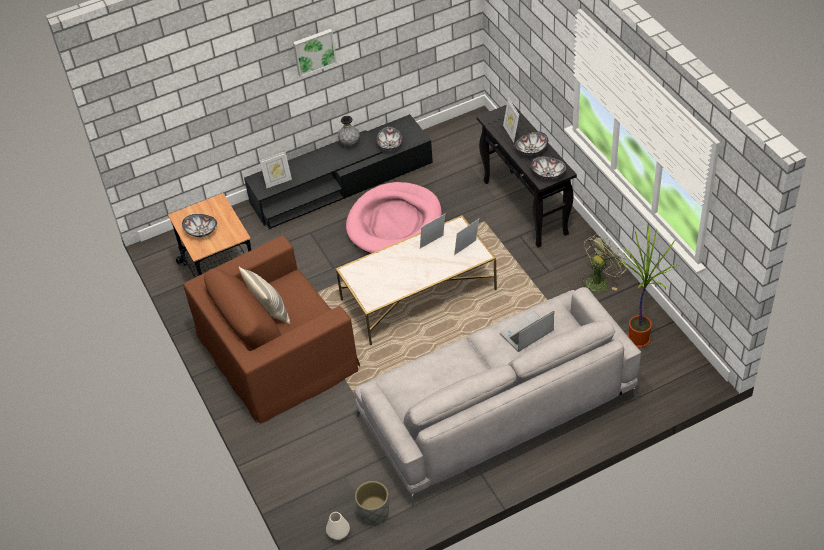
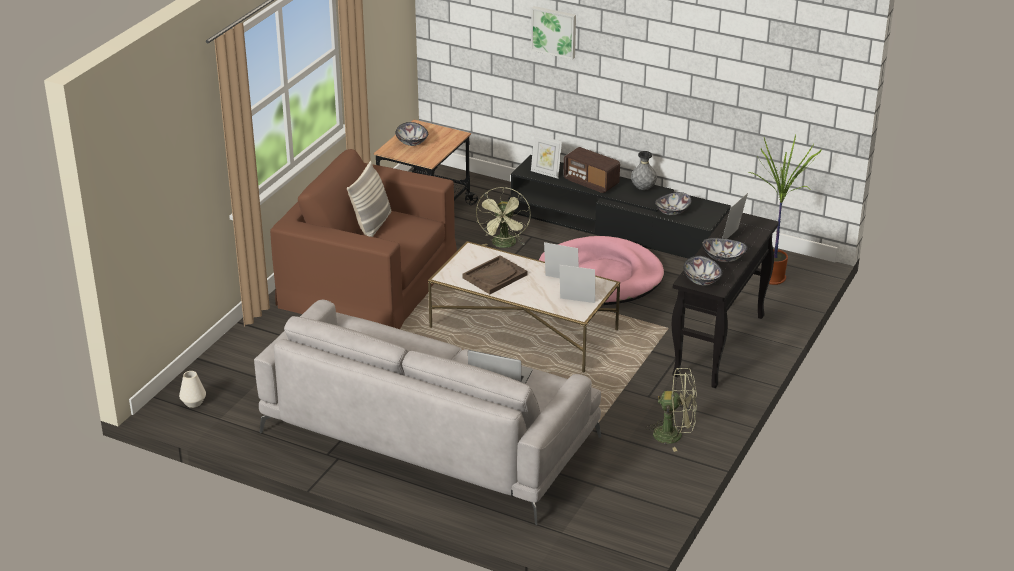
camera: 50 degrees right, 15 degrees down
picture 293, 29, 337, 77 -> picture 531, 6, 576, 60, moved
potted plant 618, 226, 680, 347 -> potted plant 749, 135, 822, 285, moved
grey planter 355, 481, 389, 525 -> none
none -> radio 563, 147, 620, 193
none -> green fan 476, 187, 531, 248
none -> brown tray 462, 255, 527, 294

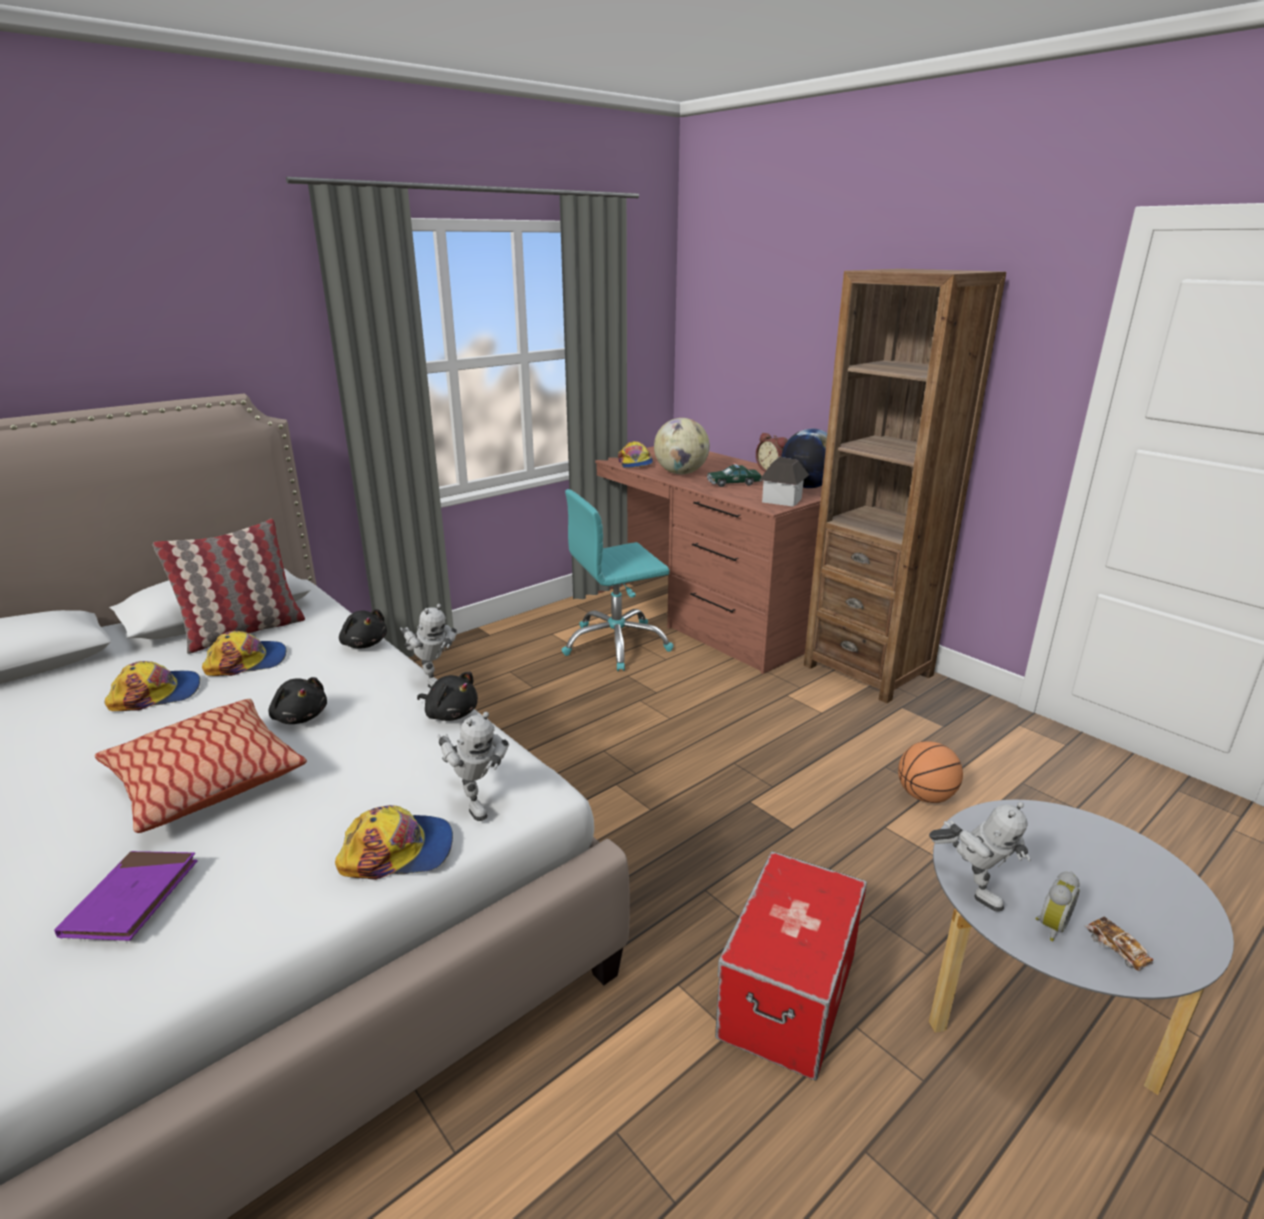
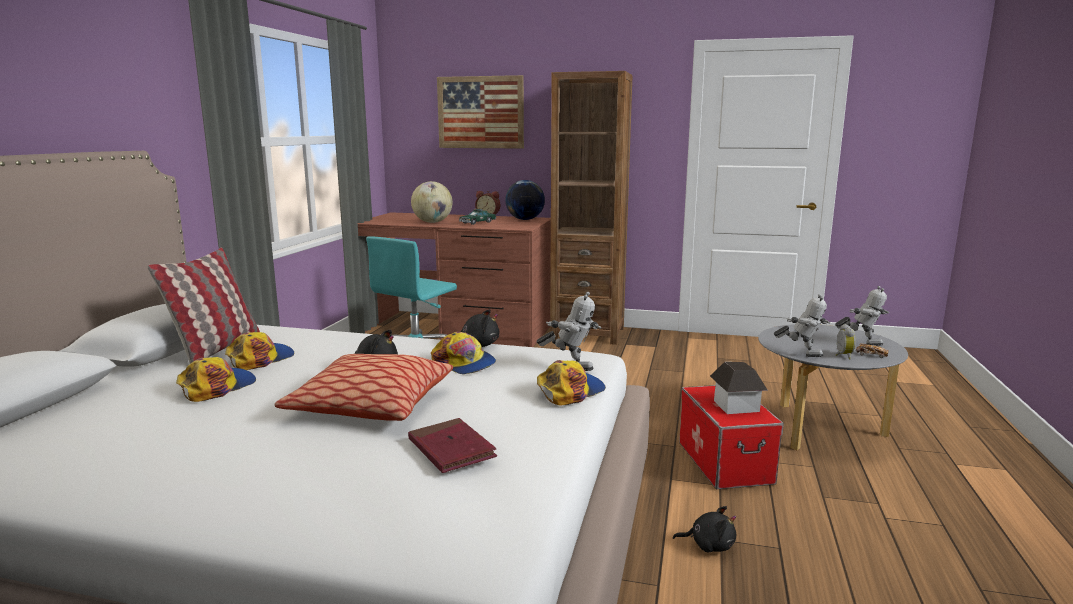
camera: 35 degrees left, 10 degrees down
cap 618, 441, 653, 468 -> cap 431, 332, 496, 374, moved
toy house 759, 457, 809, 507 -> toy house 710, 362, 768, 414, moved
toy robot 400, 604, 457, 689 -> toy robot 835, 286, 889, 346, moved
black plush toy 339, 609, 387, 648 -> black plush toy 673, 506, 736, 552, moved
basketball 898, 741, 963, 803 -> none
purple book 54, 851, 198, 941 -> red book 408, 418, 497, 473
none -> picture 437, 75, 524, 149

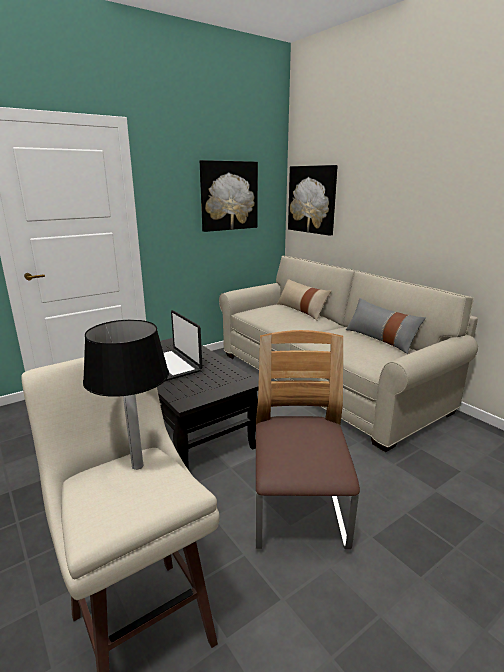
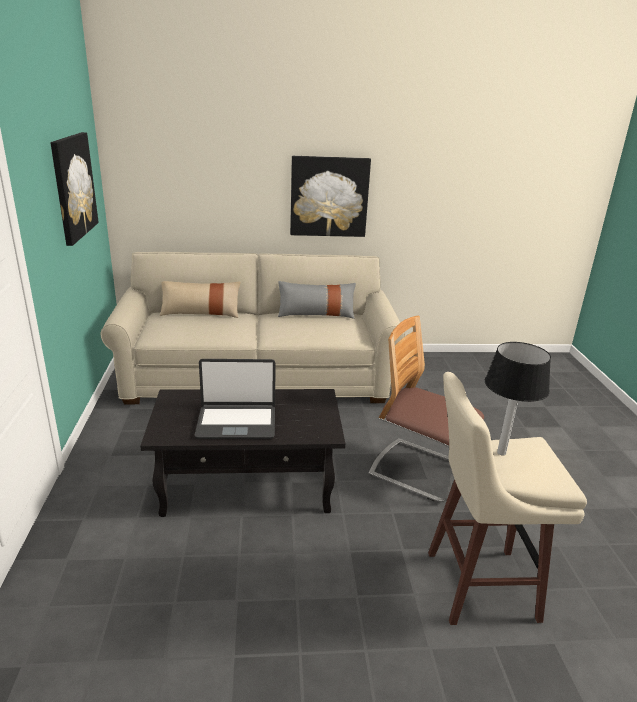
camera: 60 degrees left, 5 degrees up
picture 288, 165, 338, 236 -> picture 290, 156, 371, 237, moved

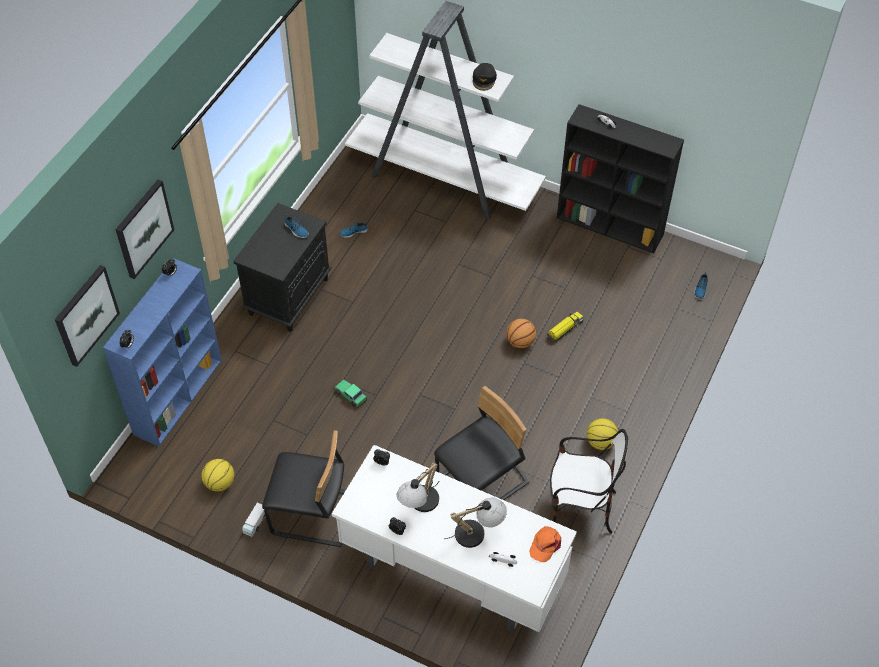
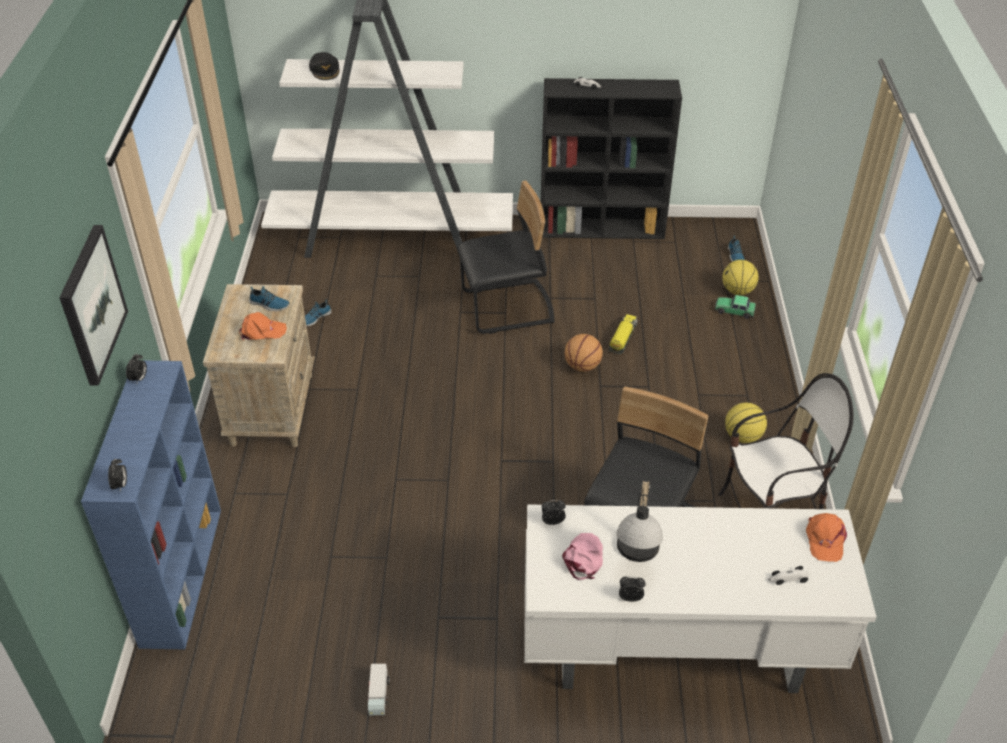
camera: 25 degrees left, 10 degrees down
black cap 473, 63, 497, 91 -> black cap 309, 52, 340, 80, moved
black nightstand 233, 203, 332, 332 -> beige nightstand 203, 284, 315, 448
picture 55, 265, 120, 367 -> none
toy car 334, 380, 367, 408 -> toy car 714, 295, 756, 319, moved
black chair 262, 430, 346, 547 -> black chair 457, 181, 555, 334, moved
basketball 201, 459, 234, 492 -> basketball 722, 260, 759, 295, moved
table lamp 444, 498, 507, 548 -> none
none -> orange cap 239, 312, 287, 340
none -> pink cap 562, 533, 603, 580

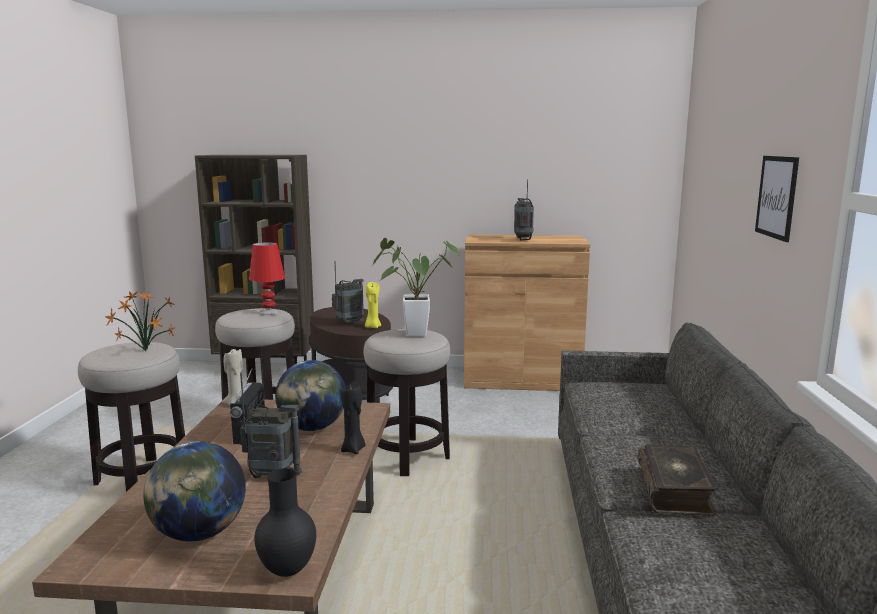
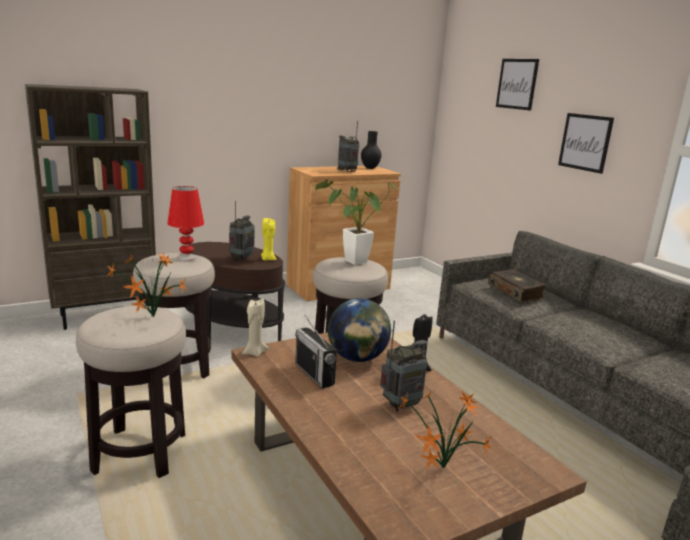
camera: 35 degrees left, 5 degrees up
globe 143, 441, 246, 542 -> potted plant 398, 391, 492, 468
book 638, 445, 717, 516 -> book 488, 269, 547, 303, moved
black vase 254, 468, 316, 577 -> black vase 361, 131, 381, 169, moved
none -> picture 496, 59, 539, 111

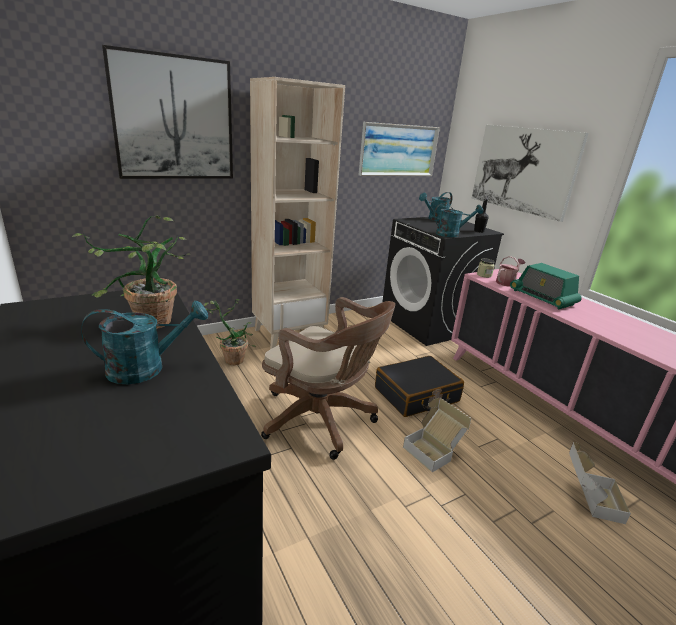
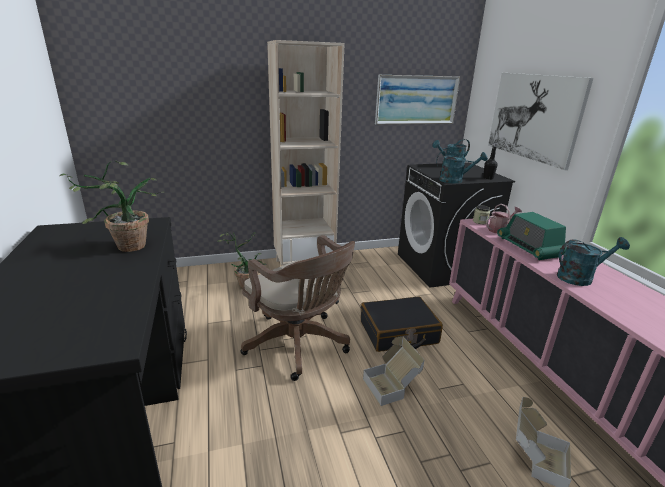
camera: 15 degrees right, 0 degrees up
picture 102, 45, 233, 179 -> none
turquoise watering can 81, 301, 208, 384 -> turquoise watering can 557, 237, 630, 286, moved

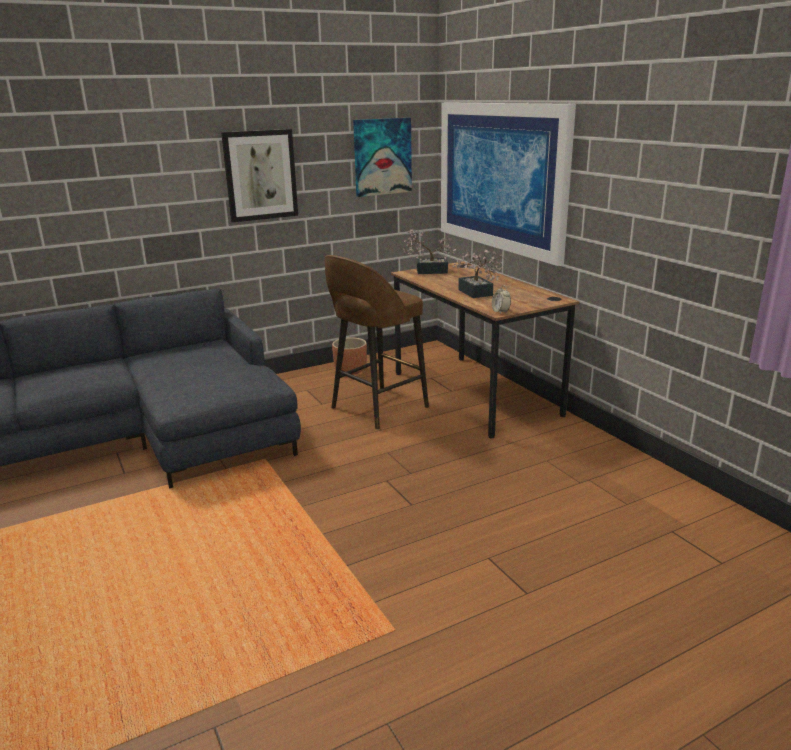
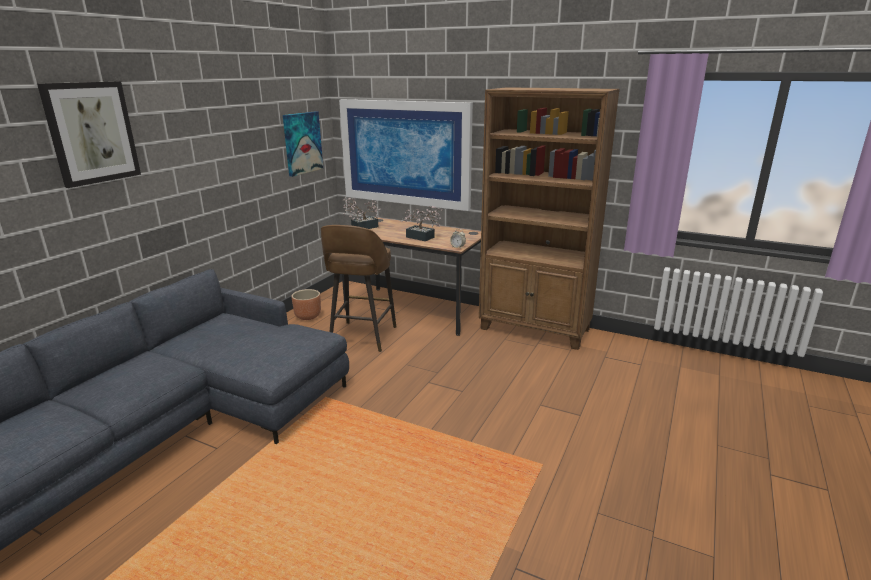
camera: 35 degrees left, 0 degrees up
picture 221, 129, 298, 222 -> picture 37, 81, 141, 188, moved
none -> brown bookcase 479, 87, 620, 350

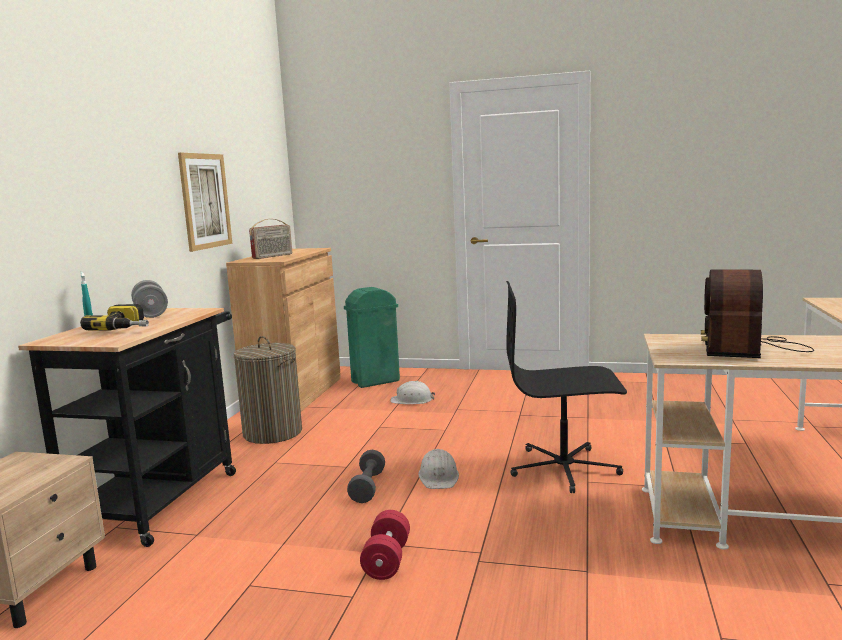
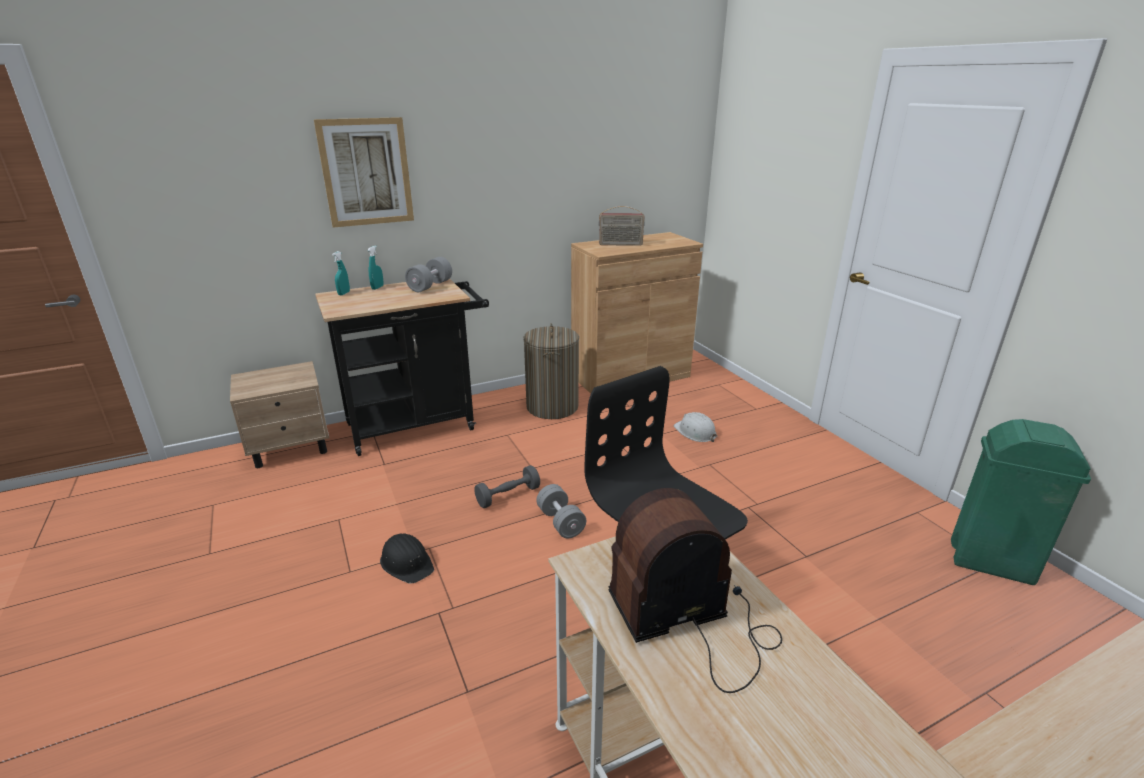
camera: 50 degrees right, 15 degrees up
picture 178, 153, 233, 252 -> picture 314, 117, 414, 228, moved
green trash can 344, 287, 400, 388 -> green trash can 951, 419, 1091, 585, moved
power drill 80, 304, 149, 331 -> none
white hard hat 418, 449, 459, 489 -> grey dumbbell 536, 484, 586, 539
red dumbbell 360, 510, 410, 580 -> black hard hat 380, 534, 434, 584
none -> turquoise spray bottle 332, 251, 350, 296

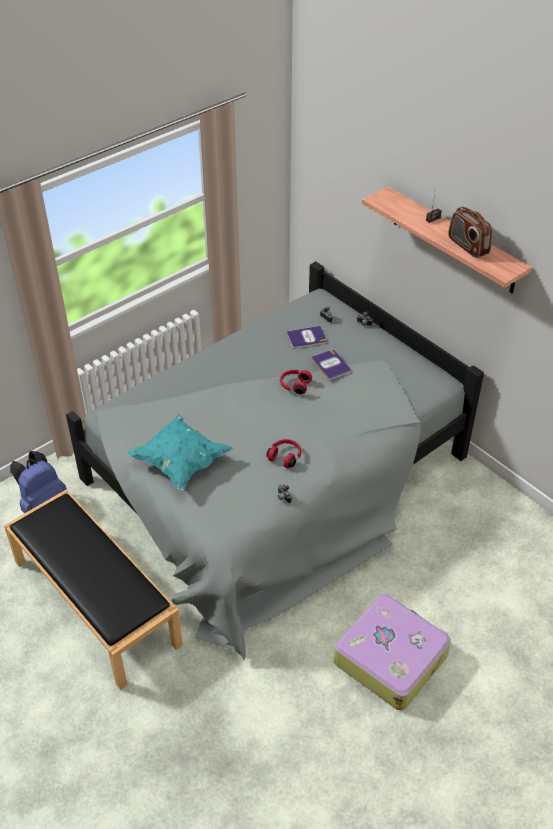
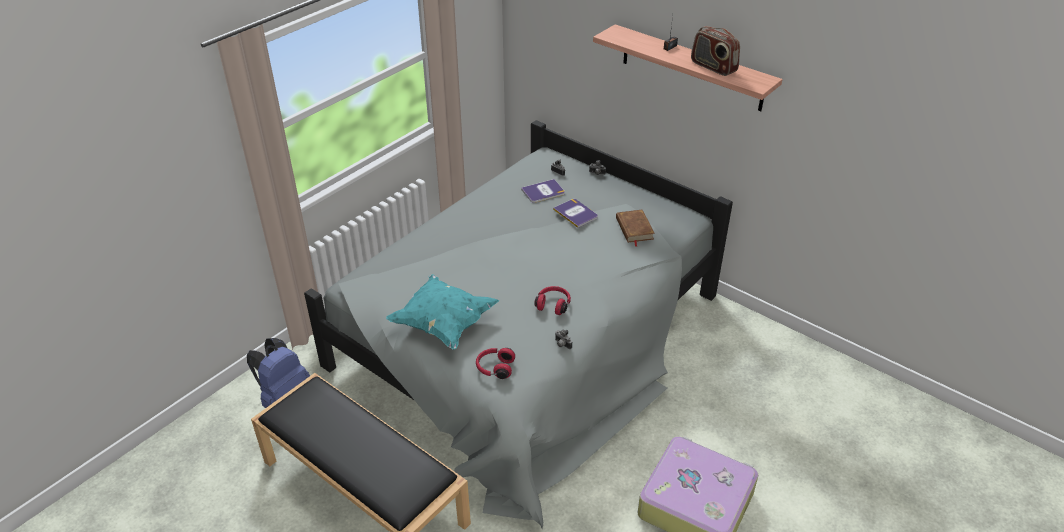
camera: 10 degrees left, 5 degrees down
red headphones 280, 370, 312, 394 -> red headphones 476, 348, 515, 379, moved
none -> brown book 616, 210, 655, 247

